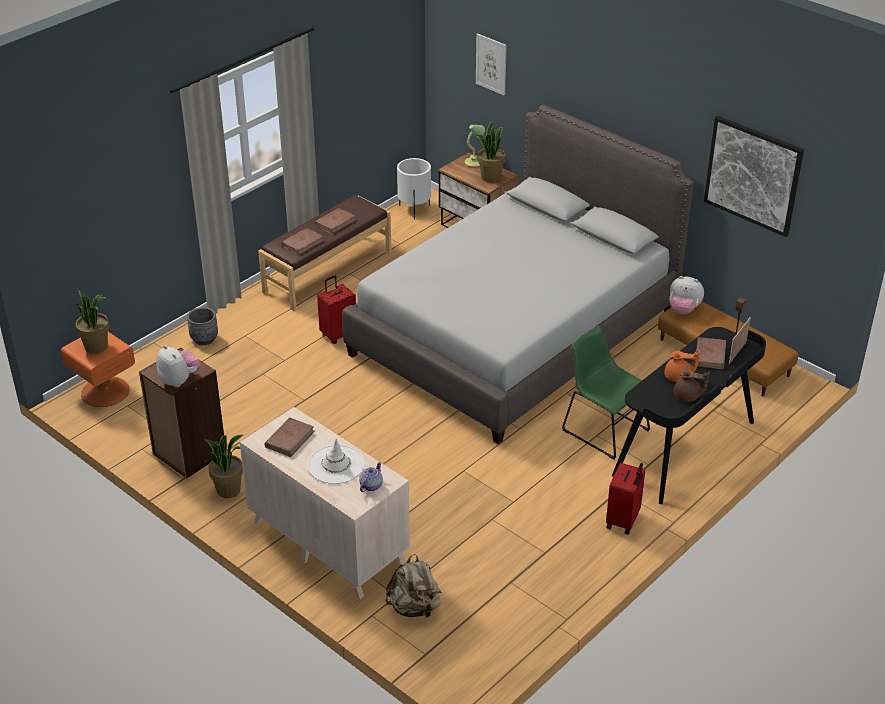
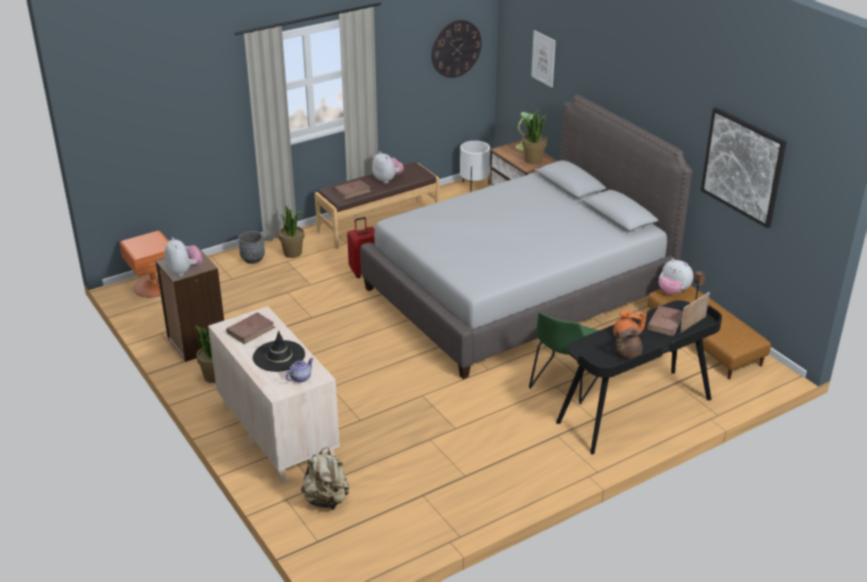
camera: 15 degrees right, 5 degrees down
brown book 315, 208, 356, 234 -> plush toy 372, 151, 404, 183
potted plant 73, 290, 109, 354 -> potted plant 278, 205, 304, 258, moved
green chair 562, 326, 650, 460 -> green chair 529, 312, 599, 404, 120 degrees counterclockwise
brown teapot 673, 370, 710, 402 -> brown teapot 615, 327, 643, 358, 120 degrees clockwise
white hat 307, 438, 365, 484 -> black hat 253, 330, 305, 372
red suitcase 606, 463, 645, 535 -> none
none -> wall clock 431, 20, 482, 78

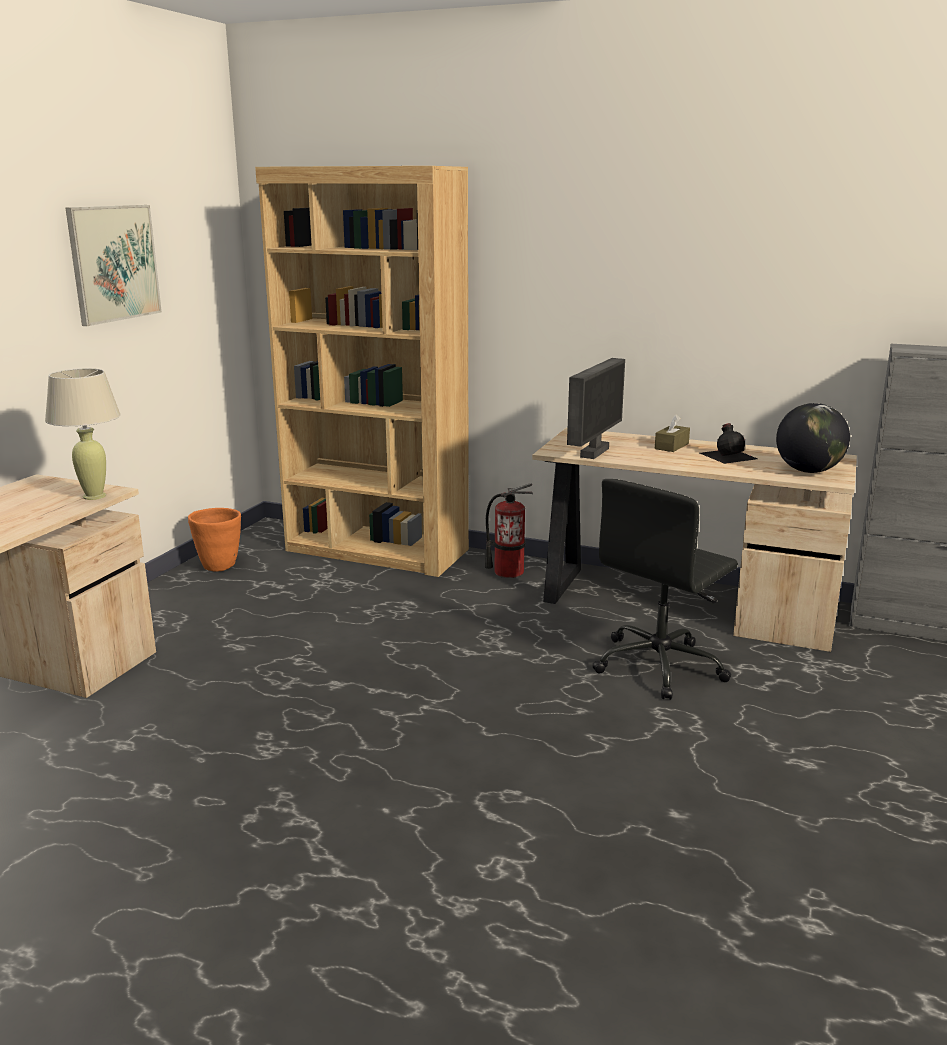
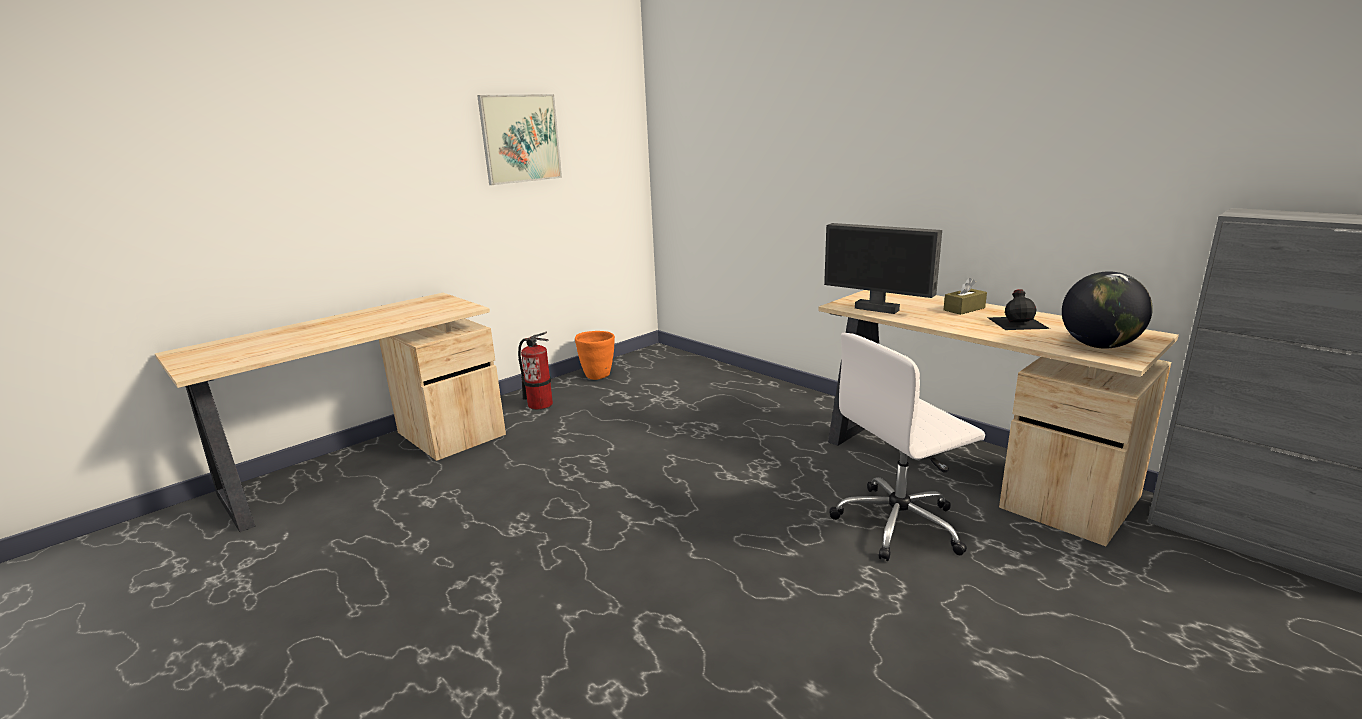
camera: 25 degrees right, 0 degrees up
brown bookcase 255, 166, 469, 577 -> none
monitor 567, 358, 625, 459 -> monitor 824, 223, 942, 314, 75 degrees clockwise
beige table lamp 45, 368, 121, 500 -> none
black office chair 592, 479, 738, 700 -> white office chair 829, 333, 985, 561
fire extinguisher 485, 483, 533, 578 -> fire extinguisher 518, 332, 553, 410, moved

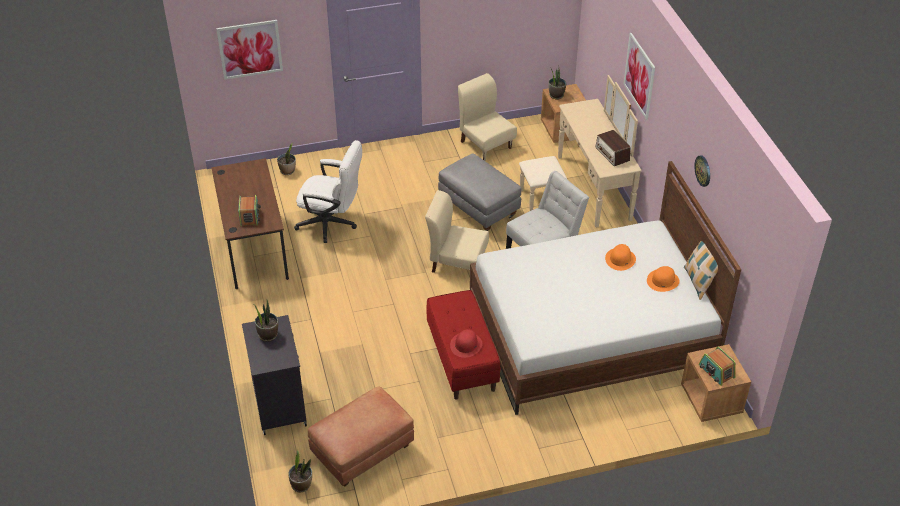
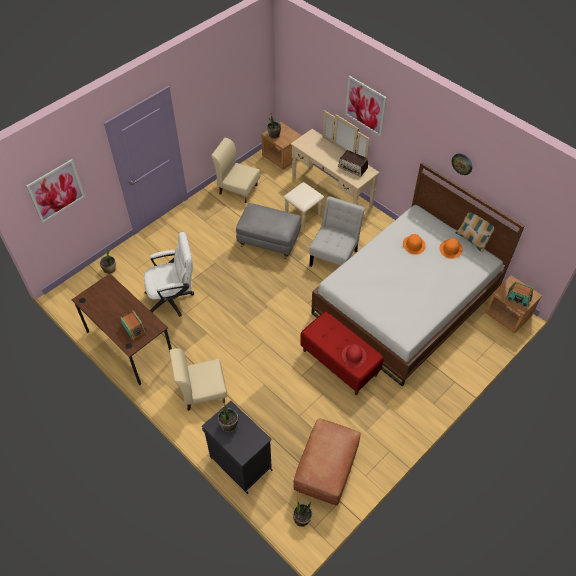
camera: 30 degrees left, 10 degrees up
beige chair 425, 190, 489, 273 -> beige chair 169, 348, 227, 411, moved

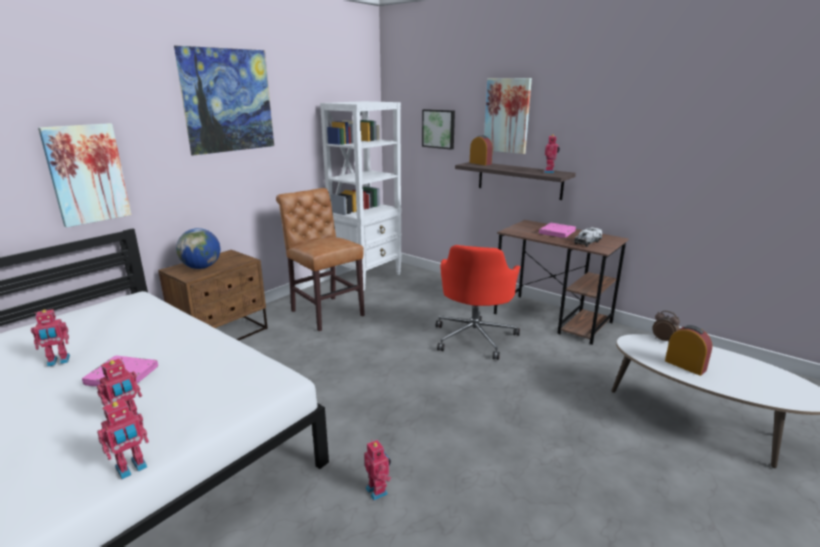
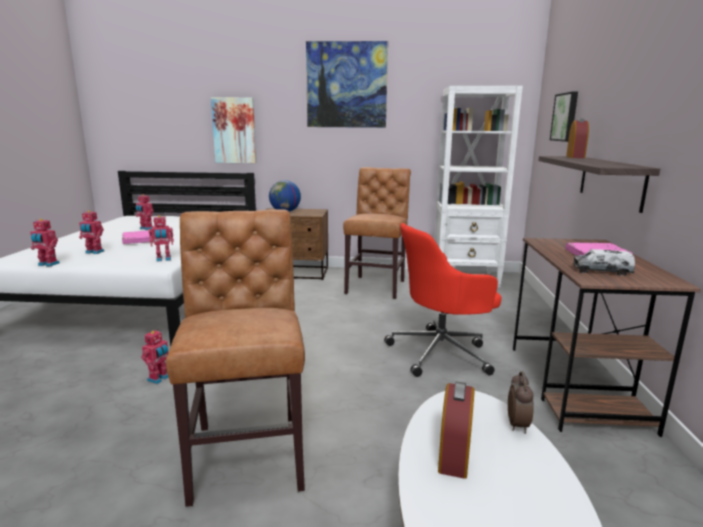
camera: 55 degrees right, 5 degrees down
picture 484, 78, 532, 154 -> none
toy robot 544, 134, 560, 173 -> toy robot 149, 215, 174, 261, moved
none -> brown chair 166, 209, 305, 507

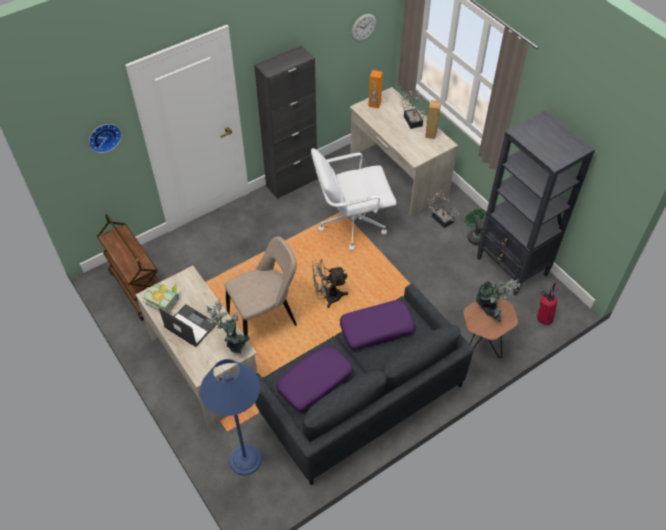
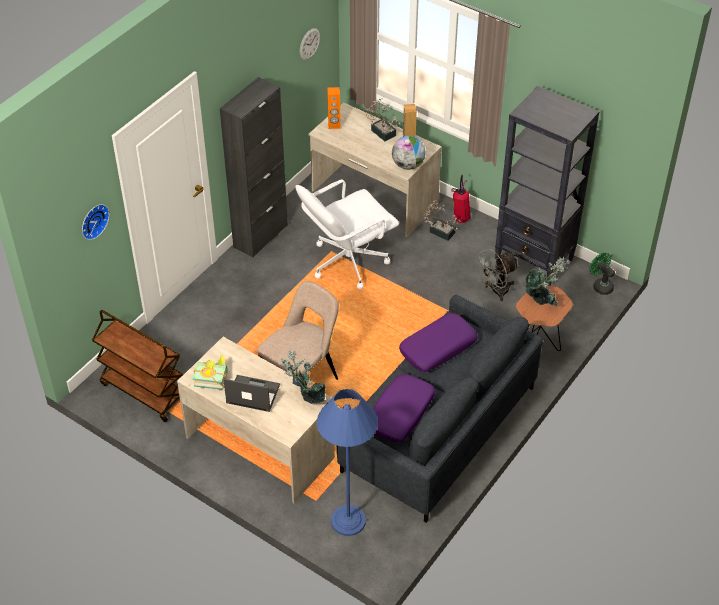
camera: 20 degrees left, 5 degrees down
green fan 465, 209, 486, 245 -> green fan 589, 253, 615, 295, moved
grey fan 312, 259, 348, 308 -> grey fan 477, 249, 519, 301, moved
fire extinguisher 537, 282, 559, 325 -> fire extinguisher 451, 175, 471, 223, moved
none -> globe 392, 136, 425, 170

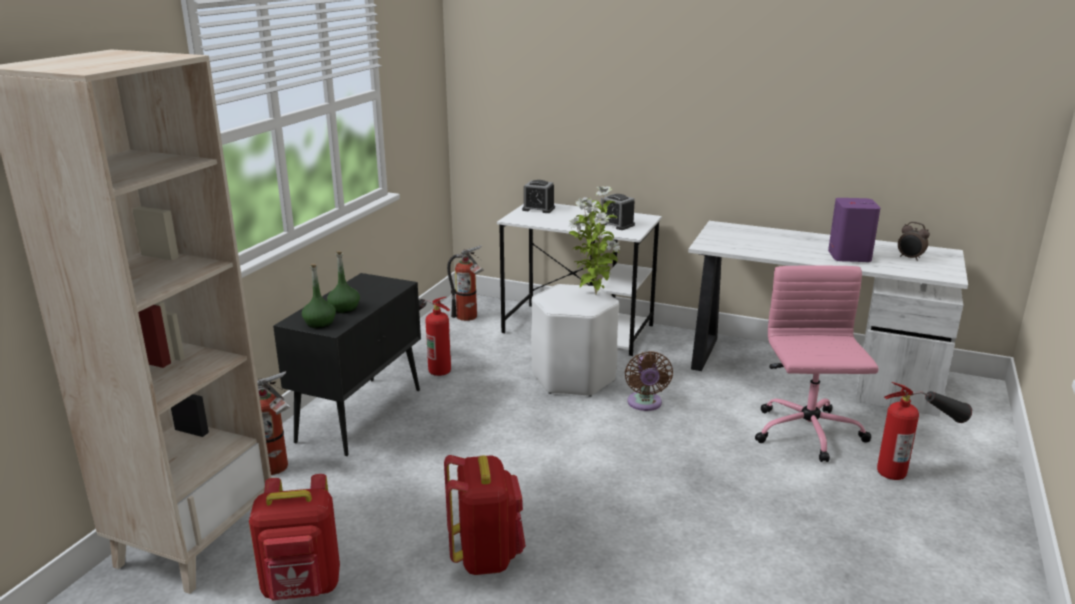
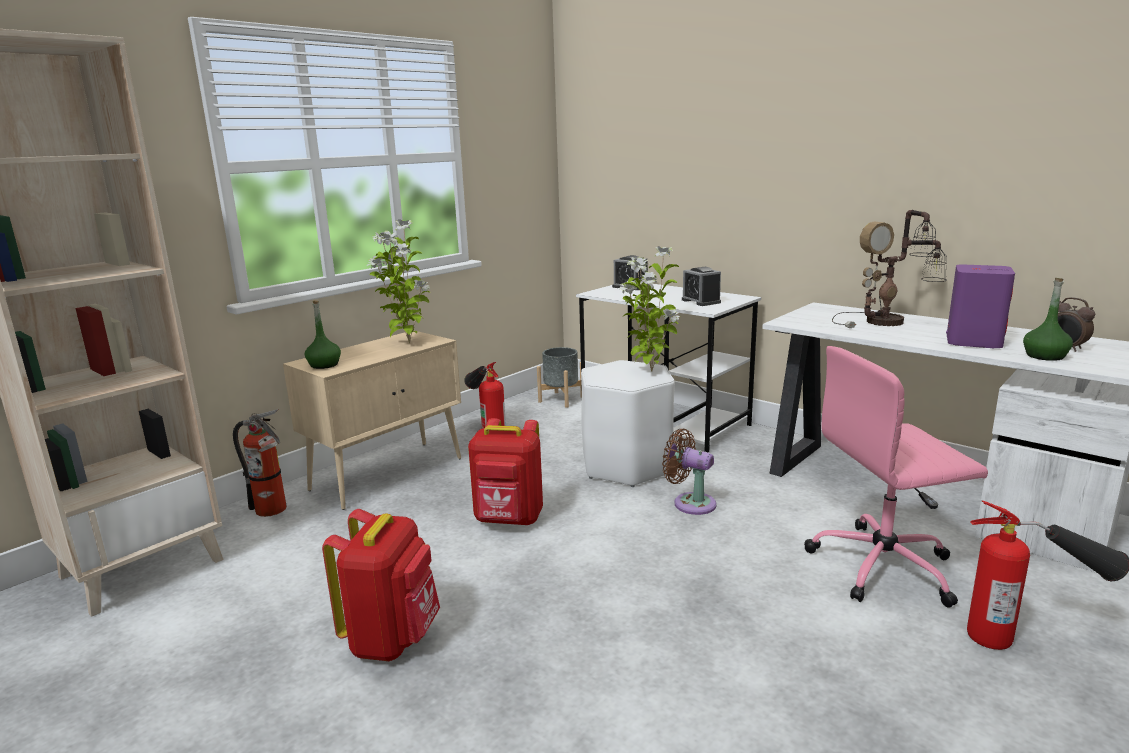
camera: 20 degrees right, 5 degrees down
fire extinguisher 447, 245, 484, 321 -> grey planter 537, 347, 582, 408
green bottle 327, 251, 360, 313 -> green bottle 1023, 278, 1073, 361, moved
pink office chair 755, 266, 879, 462 -> pink office chair 804, 346, 988, 608, 120 degrees counterclockwise
black cabinet 273, 273, 421, 456 -> beige cabinet 283, 330, 461, 510
brown fan 625, 351, 673, 411 -> brown fan 662, 429, 717, 515, 105 degrees clockwise
red backpack 249, 474, 340, 600 -> red backpack 468, 418, 543, 525, moved
none -> table lamp 832, 210, 947, 328
none -> potted plant 367, 220, 430, 343

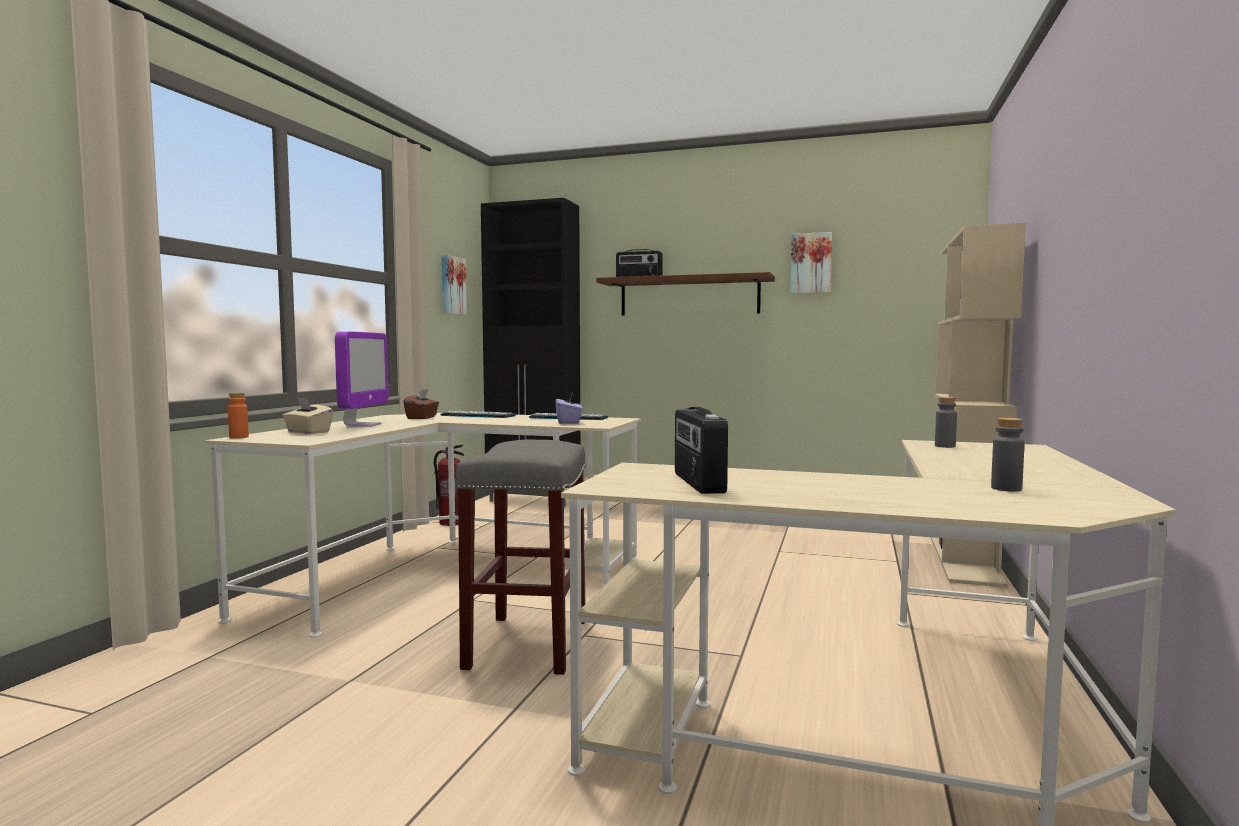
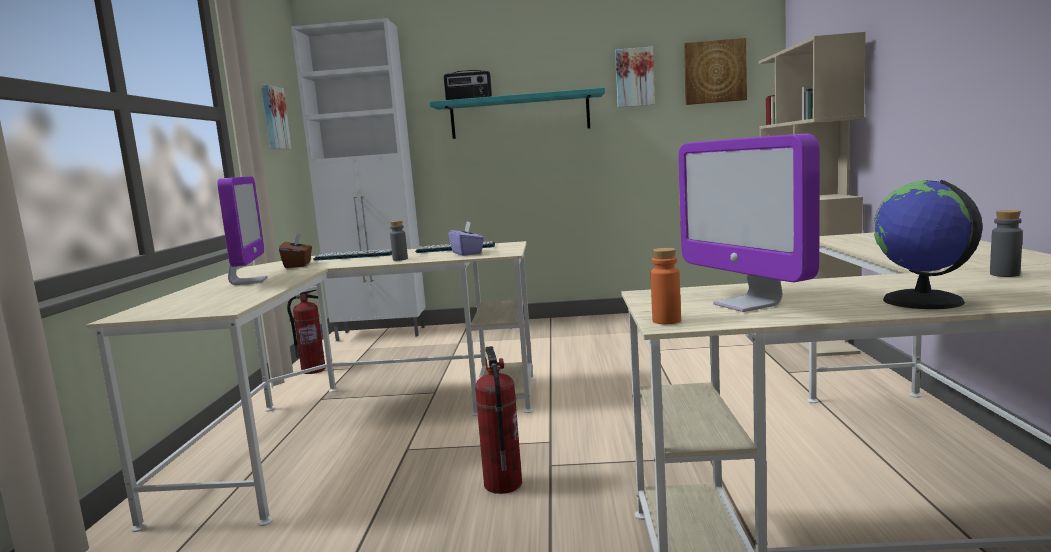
camera: 15 degrees left, 5 degrees up
black cabinet 481, 198, 580, 507 -> white cabinet 291, 18, 426, 341
brown shelf 596, 272, 775, 316 -> turquoise shelf 430, 88, 605, 139
orange bottle 228, 392, 249, 439 -> orange bottle 650, 248, 681, 324, moved
beige tissue box 282, 397, 333, 434 -> none
grey bottle 935, 397, 957, 448 -> grey bottle 390, 220, 408, 261, moved
radio 675, 407, 728, 494 -> monitor 678, 133, 820, 312
grey stool 455, 440, 586, 675 -> fire extinguisher 475, 346, 522, 494
none -> picture 684, 38, 747, 105
none -> globe 874, 180, 983, 309

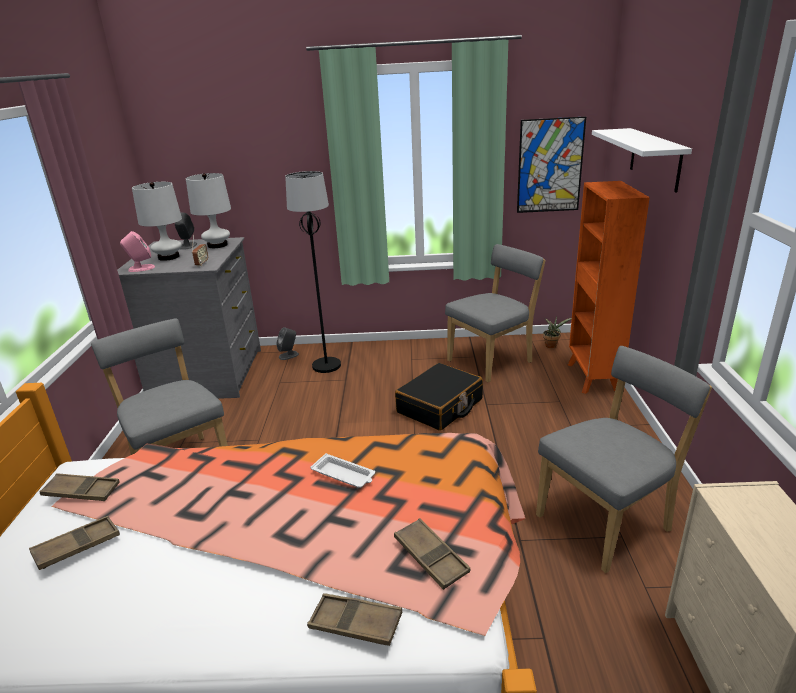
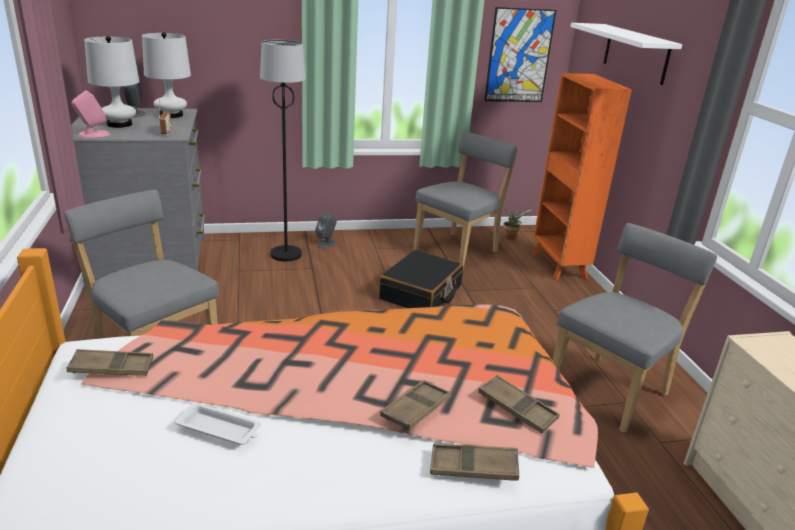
camera: 15 degrees left, 0 degrees up
grey speaker 276, 327, 299, 360 -> grey speaker 315, 212, 337, 248, moved
white tray 310, 453, 375, 488 -> white tray 175, 402, 261, 445, moved
brown tray 29, 516, 120, 570 -> brown tray 380, 380, 451, 430, moved

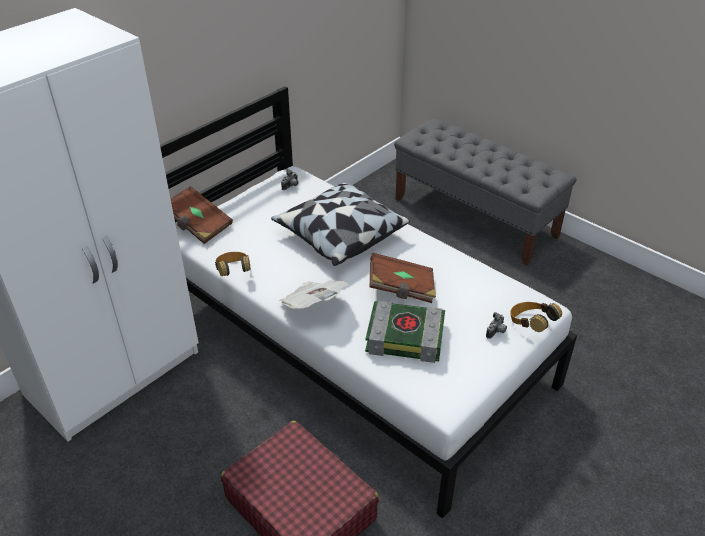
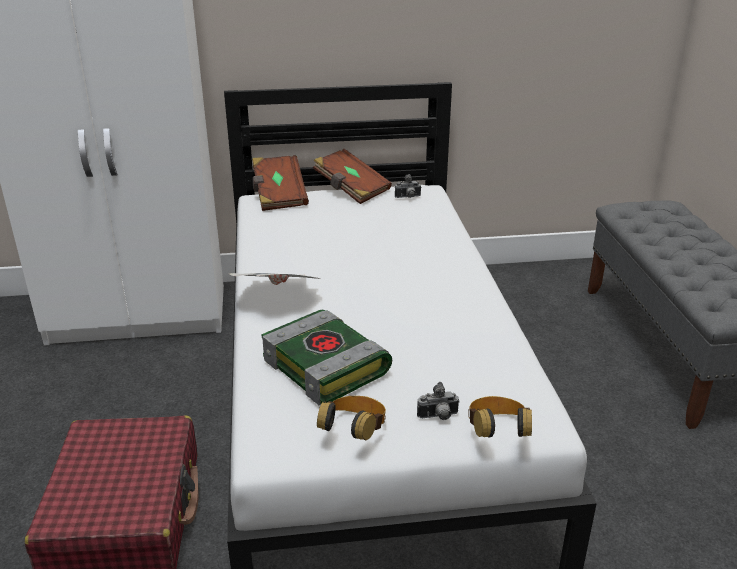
camera: 40 degrees right, 10 degrees down
pillow 271, 182, 410, 266 -> none
headphones 215, 252, 251, 276 -> headphones 317, 396, 386, 440, moved
brown book 370, 253, 436, 303 -> brown book 313, 149, 392, 204, moved

